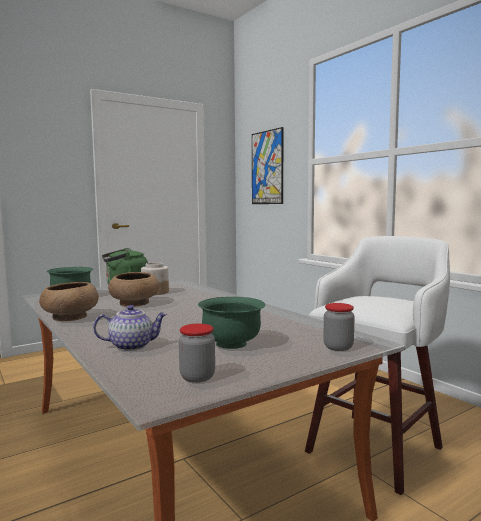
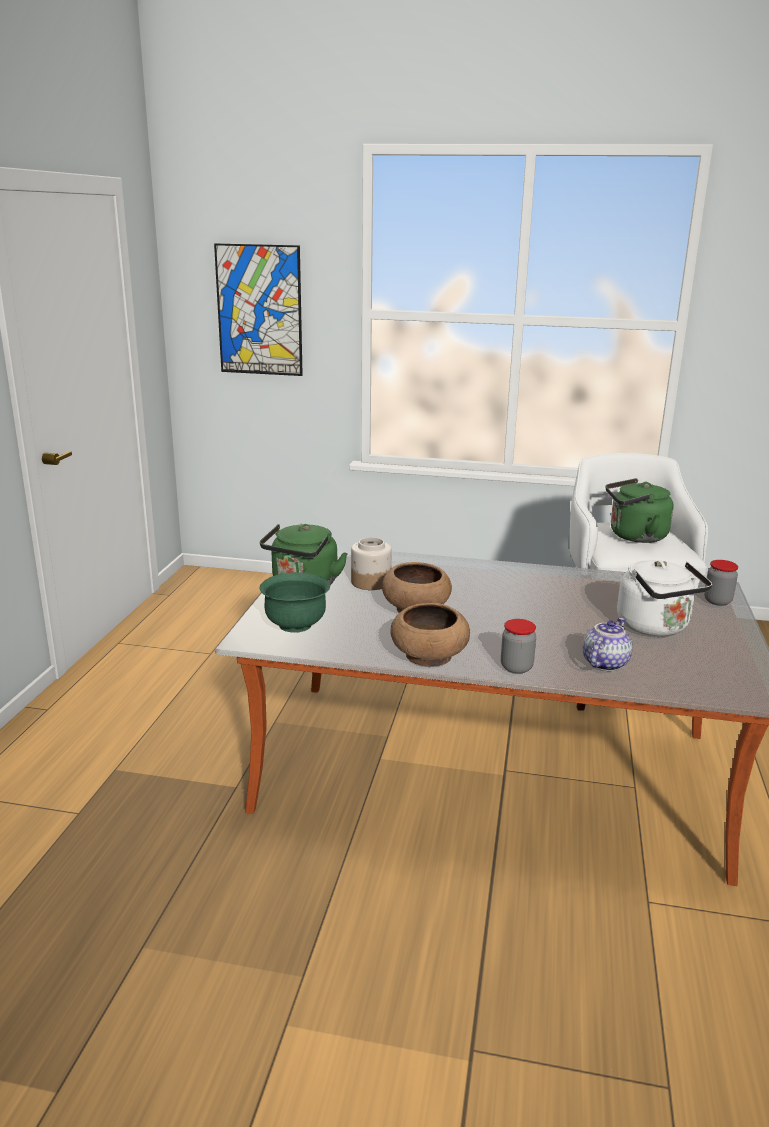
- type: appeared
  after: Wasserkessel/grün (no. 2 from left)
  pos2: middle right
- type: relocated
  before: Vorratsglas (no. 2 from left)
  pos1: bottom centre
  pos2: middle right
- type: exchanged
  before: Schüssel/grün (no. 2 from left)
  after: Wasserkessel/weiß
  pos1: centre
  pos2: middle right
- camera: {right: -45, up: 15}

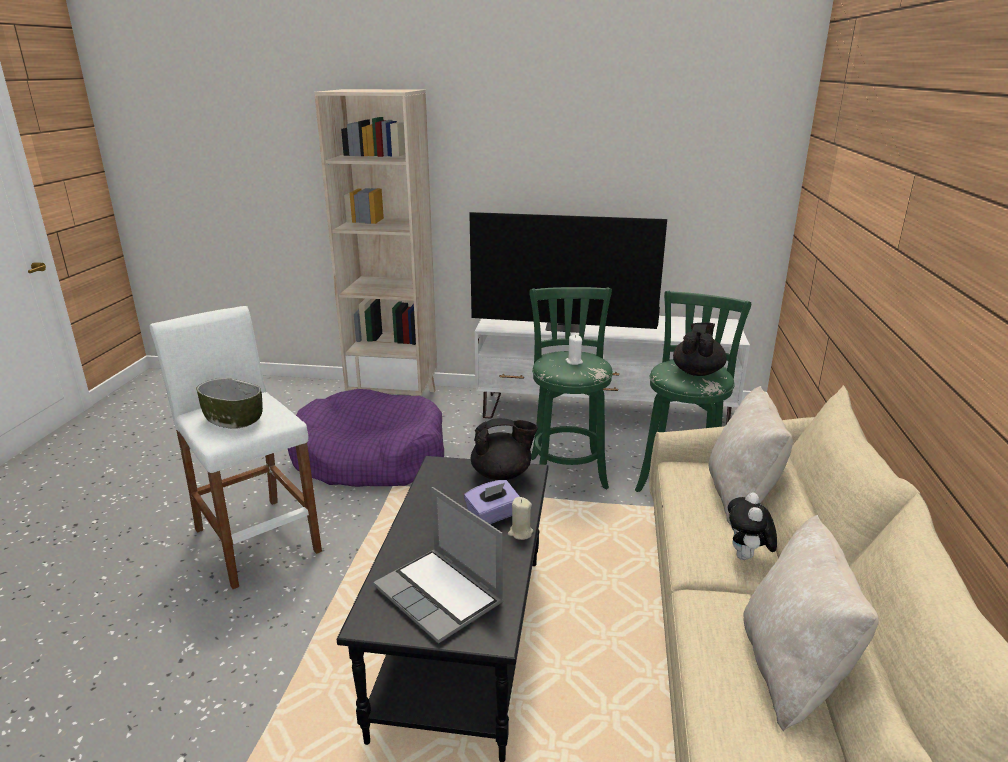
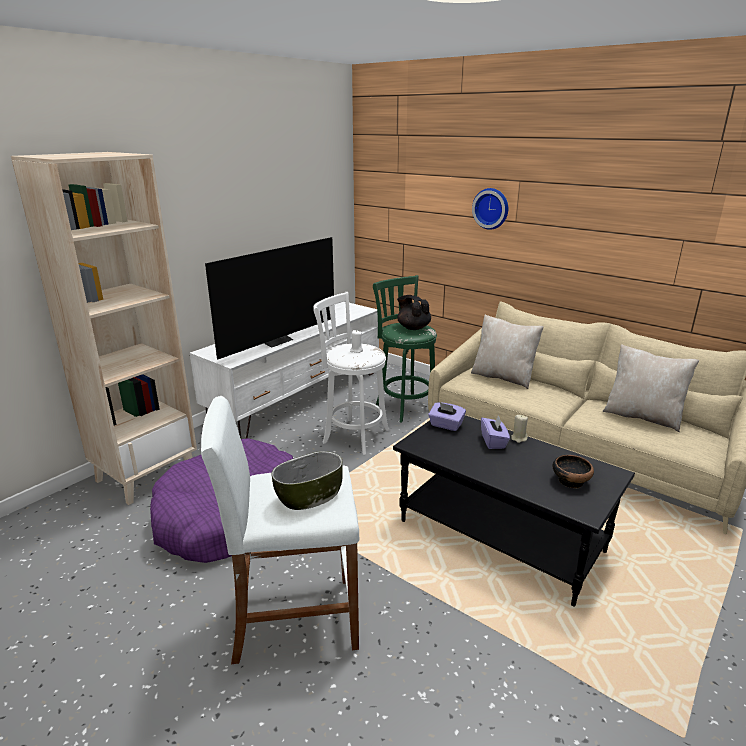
- type: missing
  before: Plüschtier
  pos1: bottom right
- type: appeared
  after: Wanduhr
  pos2: top centre
- type: exchanged
  before: Laptop
  after: Schüssel (no. 2 from left)
  pos1: bottom centre
  pos2: middle right
- type: exchanged
  before: Teekanne/schwarz (no. 1 from left)
  after: Taschentuchbox/lila (no. 1 from left)
  pos1: centre
  pos2: centre
- type: colour
  before: Hocker/grün (no. 1 from left)
  after: Hocker/weiß (no. 2 from left)
  pos1: centre
  pos2: centre
- camera: {right: -60, up: 0}

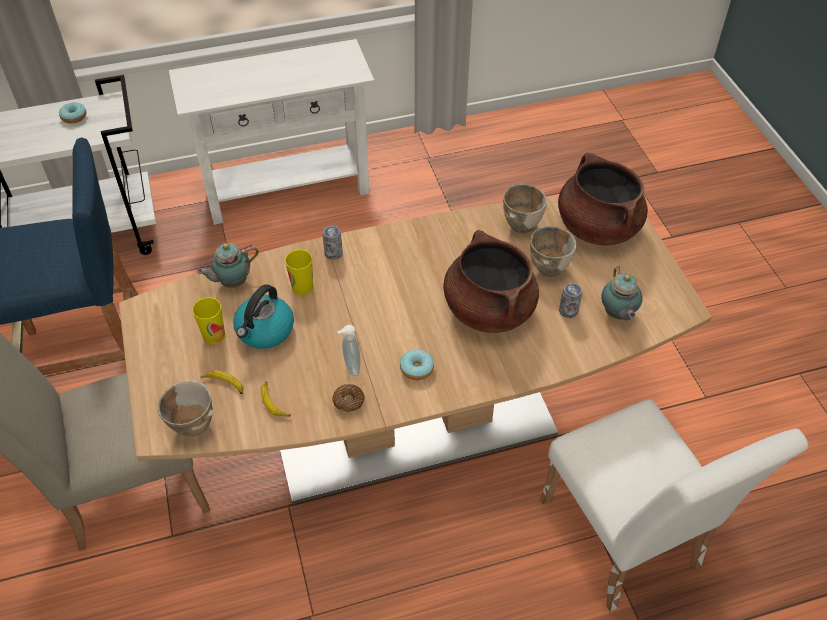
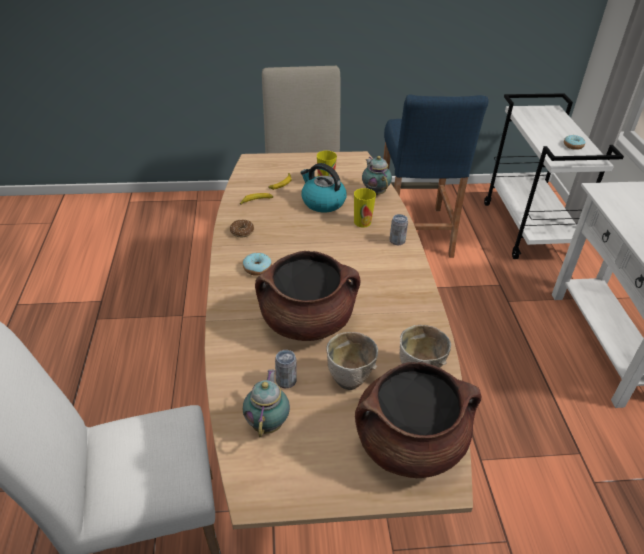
- type: missing
  before: Schüssel (no. 1 from left)
  pos1: middle left
- type: missing
  before: Seifenspender
  pos1: centre
- type: spun
  before: Teekanne (no. 2 from left in the first image)
  pos1: middle right
  pos2: bottom centre
  turn: 90
- camera: {right: 100, up: -10}

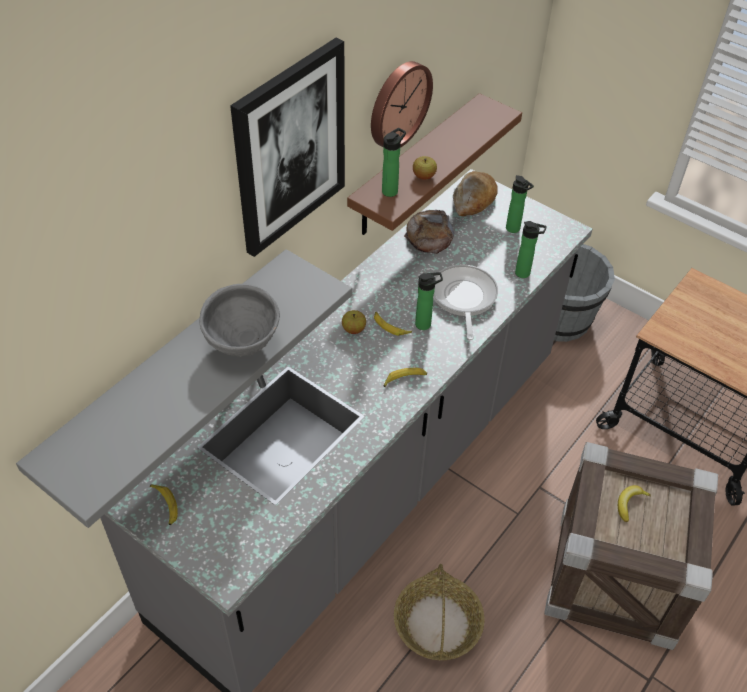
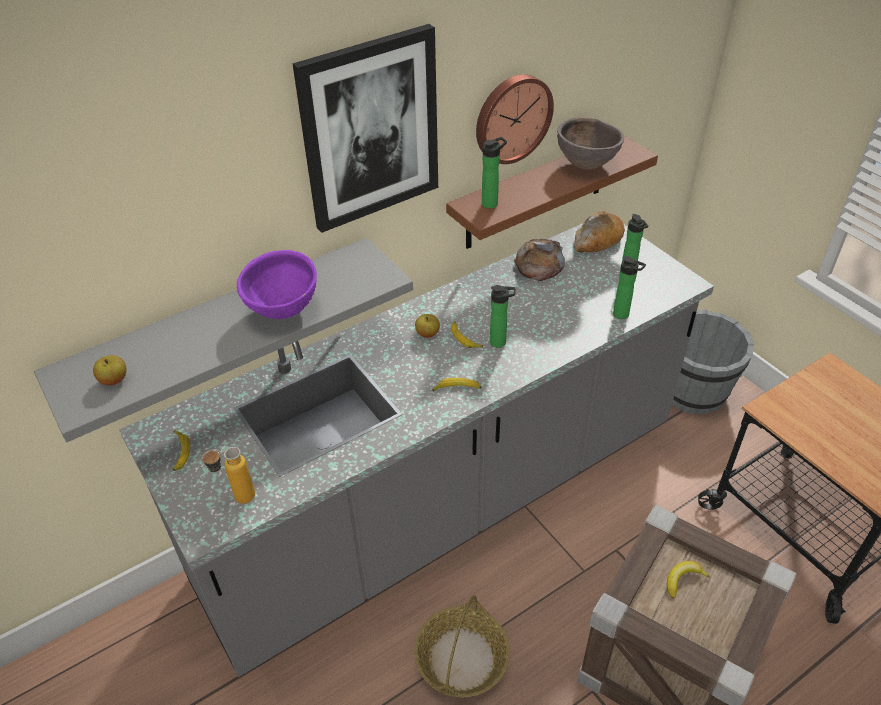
- type: missing
  before: Pfanne
  pos1: centre
- type: appeared
  after: Flasche (no. 1 from left)
  pos2: bottom left
- type: appeared
  after: Schüssel/braun
  pos2: top right
- type: relocated
  before: Apfel (no. 2 from left in the first image)
  after: Apfel (no. 1 from left)
  pos1: top centre
  pos2: middle left
- type: colour
  before: Schüssel/grau
  after: Schüssel/lila
  pos1: middle left
  pos2: middle left
- camera: {right: 20, up: -5}

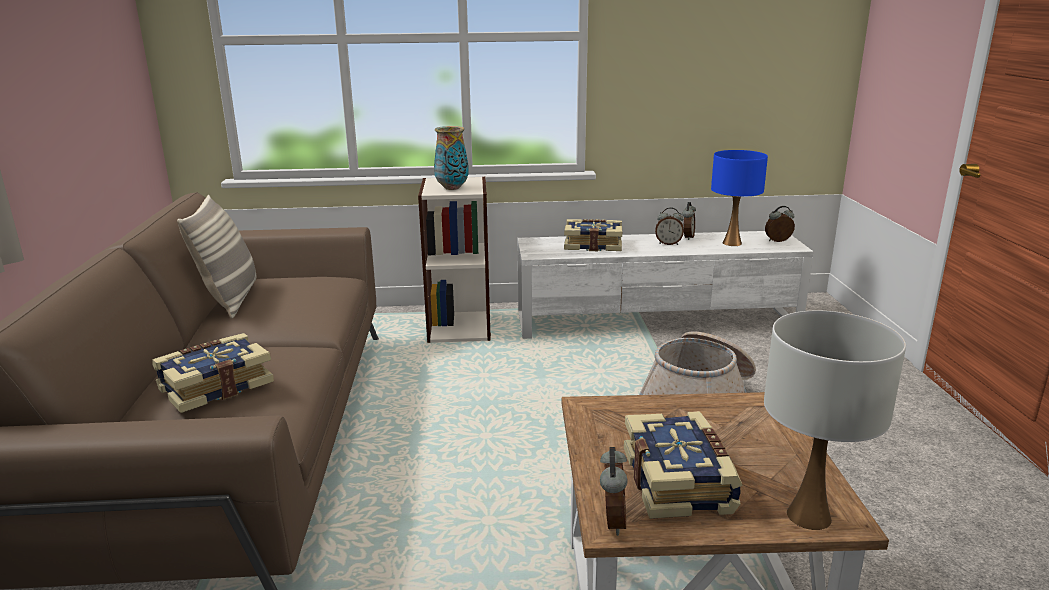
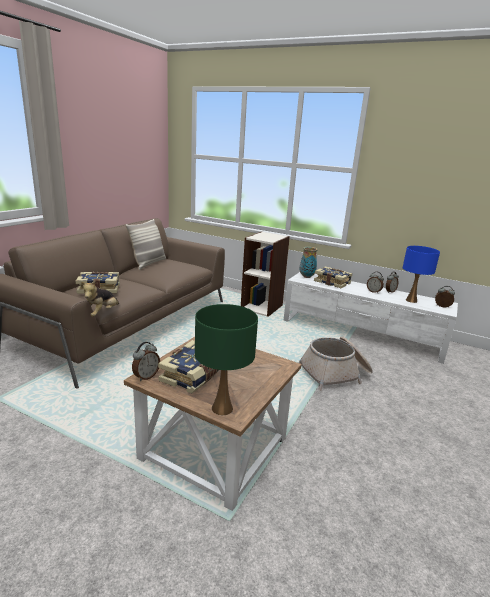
- type: appeared
  after: Plüschtier
  pos2: middle left
- type: relocated
  before: Vase
  pos1: top centre
  pos2: centre
- type: colour
  before: Tischlampe/weiß
  after: Tischlampe/grün
  pos1: bottom right
  pos2: centre
- camera: {right: 30, up: 0}

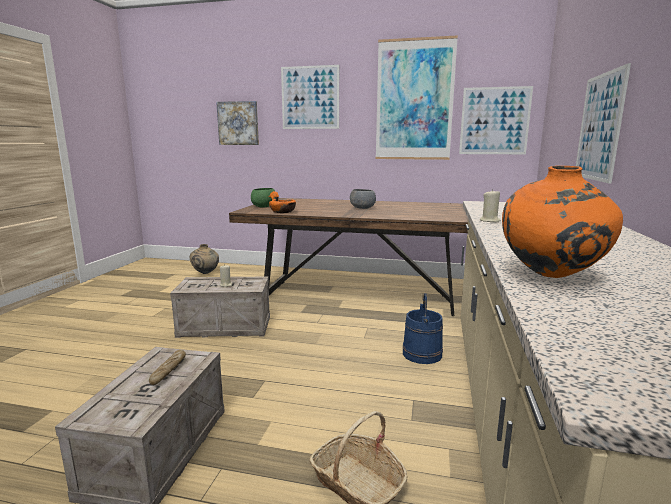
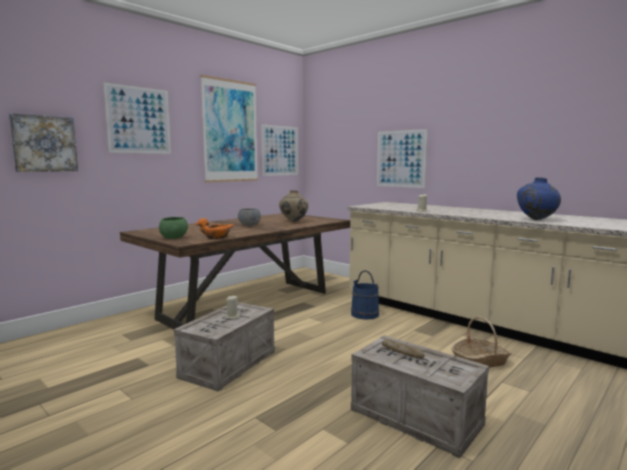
- type: relocated
  before: Vase/beige
  pos1: middle left
  pos2: centre
- type: colour
  before: Vase/orange
  after: Vase/blau
  pos1: middle right
  pos2: middle right
- camera: {right: -60, up: -5}

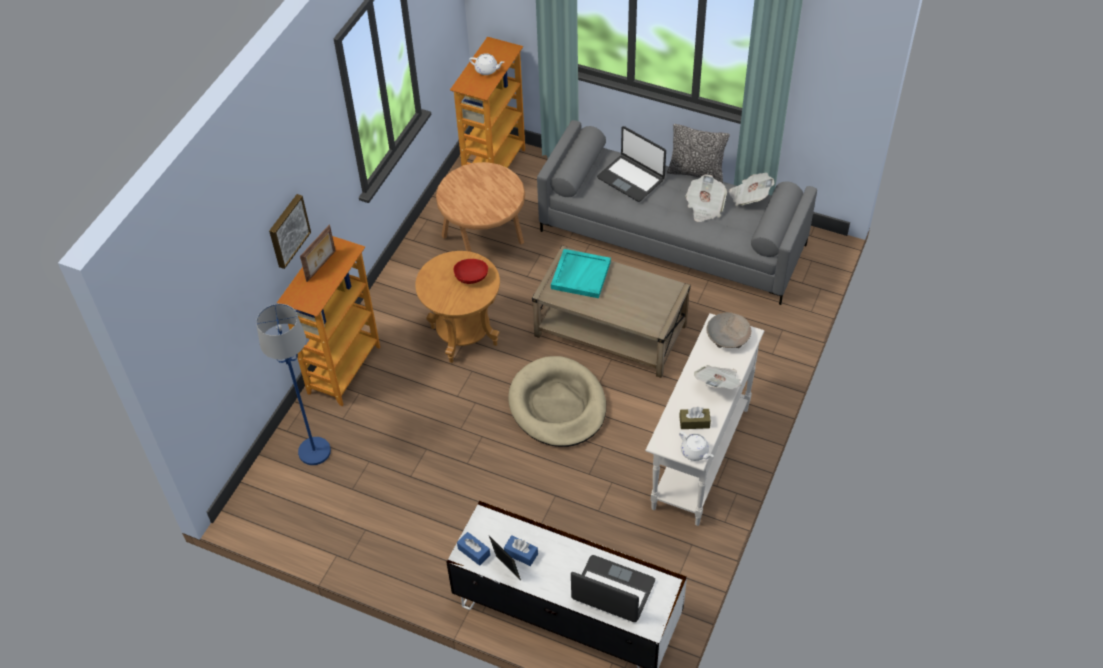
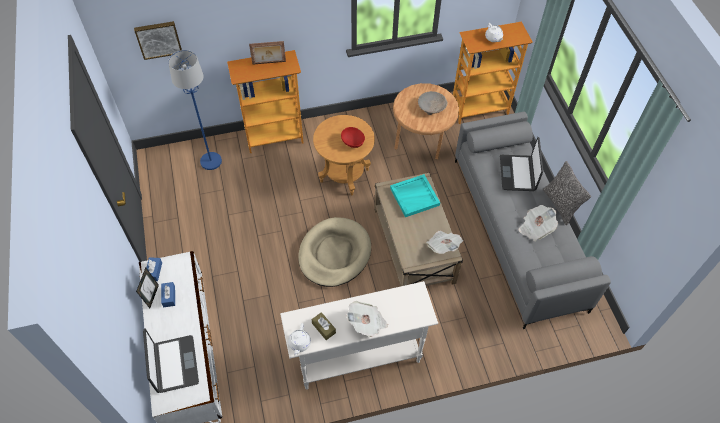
- type: relocated
  before: Bild
  pos1: middle left
  pos2: top left
- type: relocated
  before: Schüssel/beige
  pos1: centre
  pos2: top centre
- type: relocated
  before: Zeitung (no. 3 from left in the first image)
  after: Zeitung (no. 2 from left)
  pos1: top right
  pos2: centre
- camera: {right: 50, up: 5}

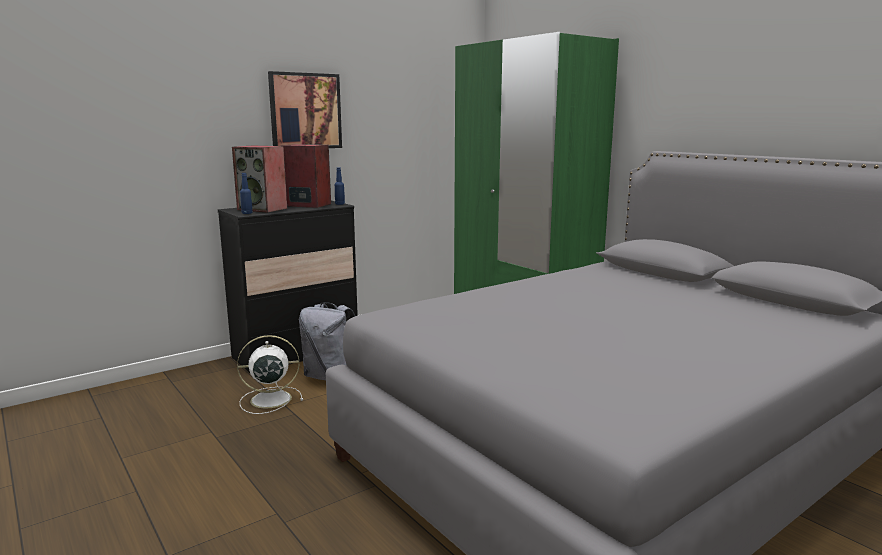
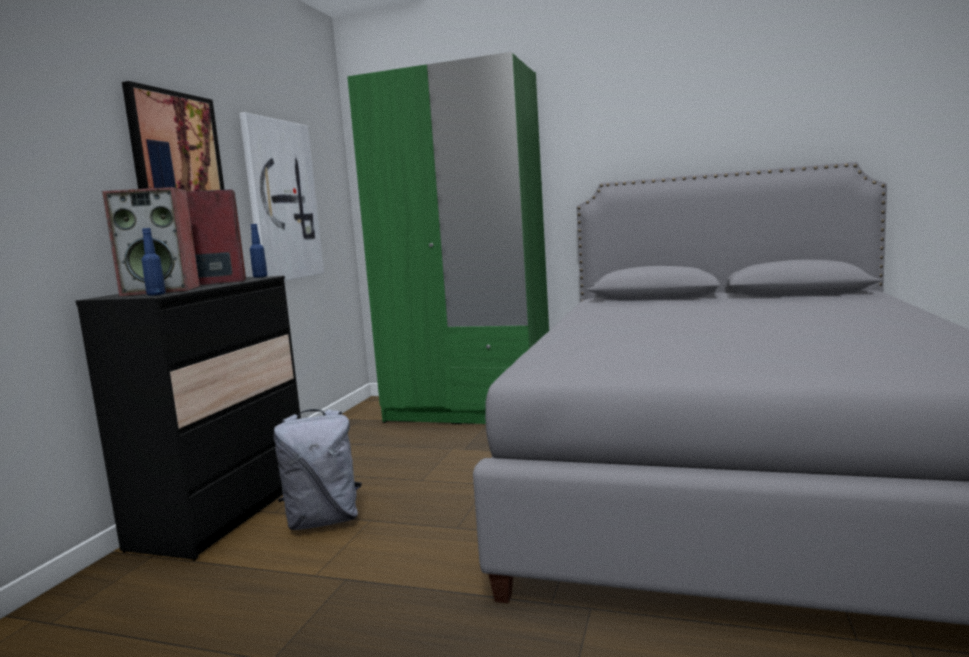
- type: missing
  before: Ventilator/weiß
  pos1: bottom left
- type: appeared
  after: Bild (no. 2 from left)
  pos2: top left
- camera: {right: -35, up: -5}

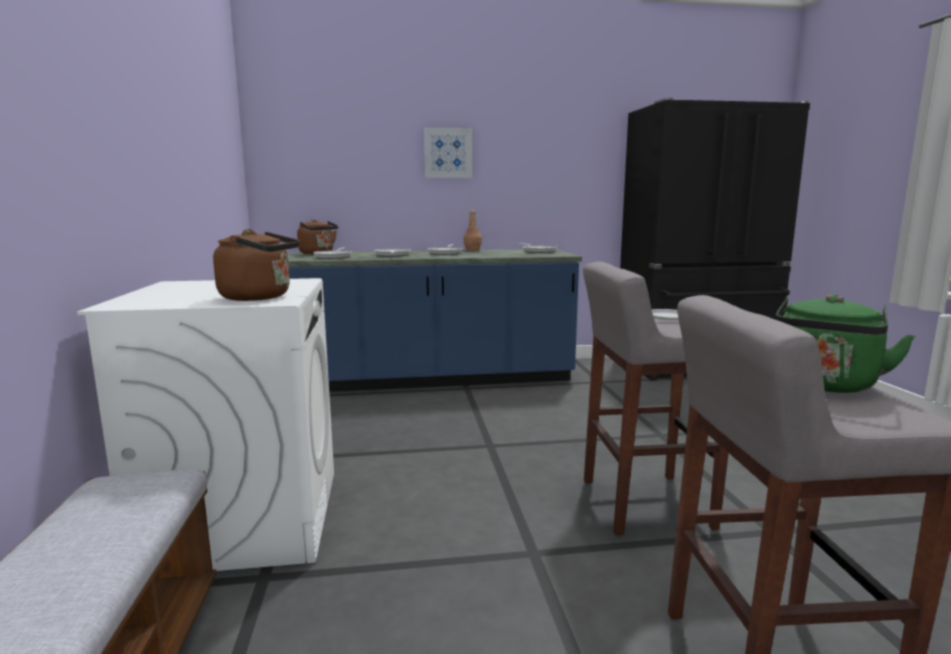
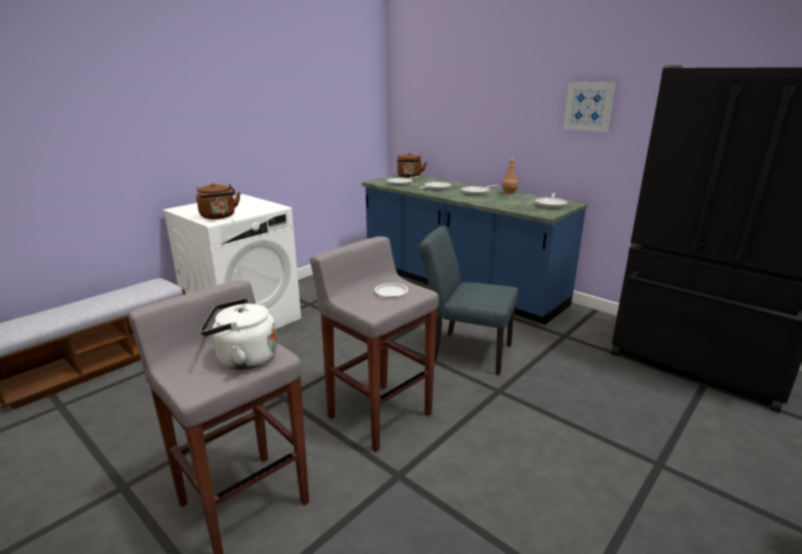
- type: appeared
  after: Stuhl/grau
  pos2: centre
- type: relocated
  before: Bild
  pos1: top centre
  pos2: top right
- type: colour
  before: Wasserkessel/grün
  after: Wasserkessel/weiß
  pos1: middle right
  pos2: middle left
- camera: {right: 50, up: 10}

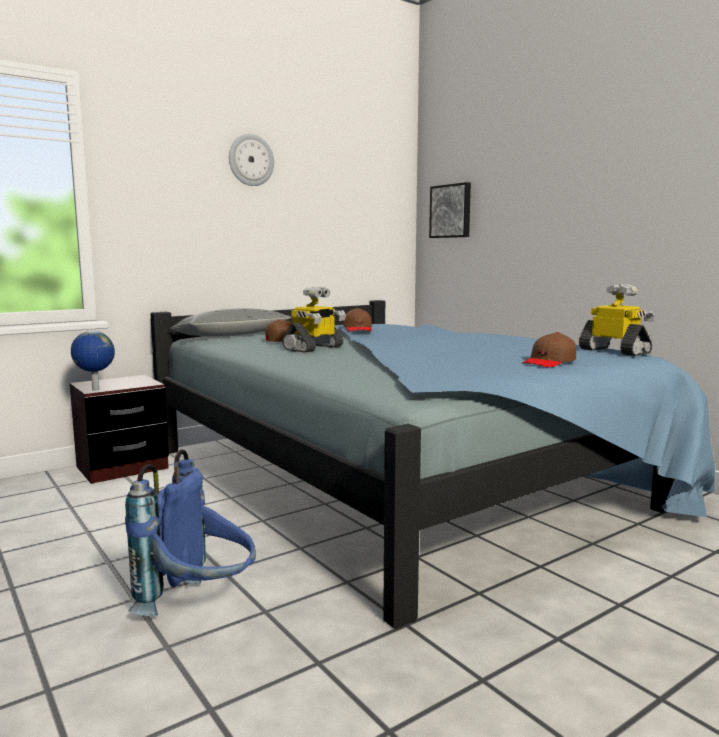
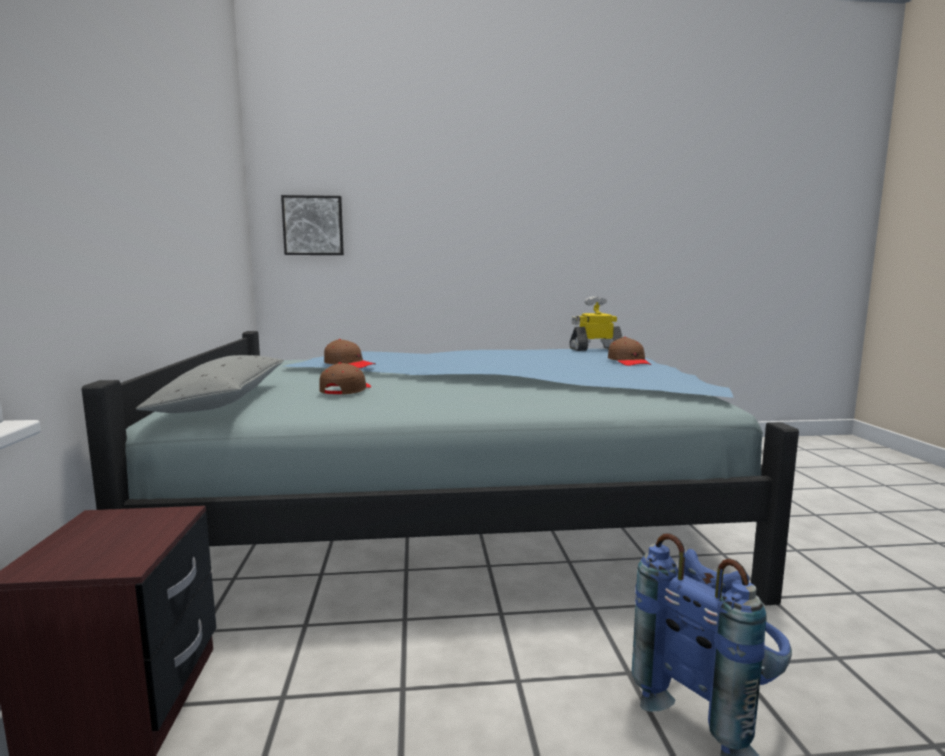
- type: missing
  before: Globus
  pos1: middle left
- type: missing
  before: Wanduhr
  pos1: top centre
- type: missing
  before: Spielzeugroboter (no. 1 from left)
  pos1: centre
- camera: {right: -60, up: 0}

